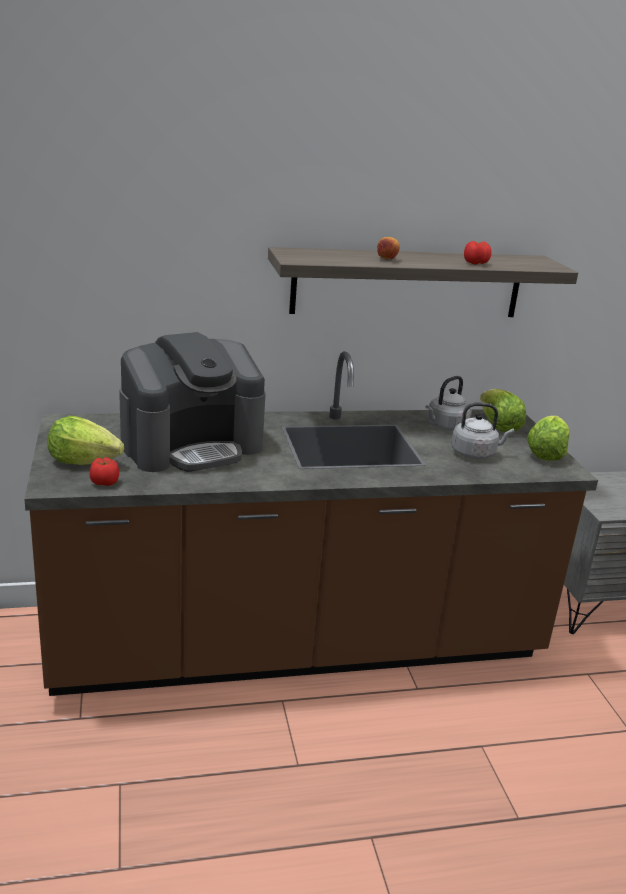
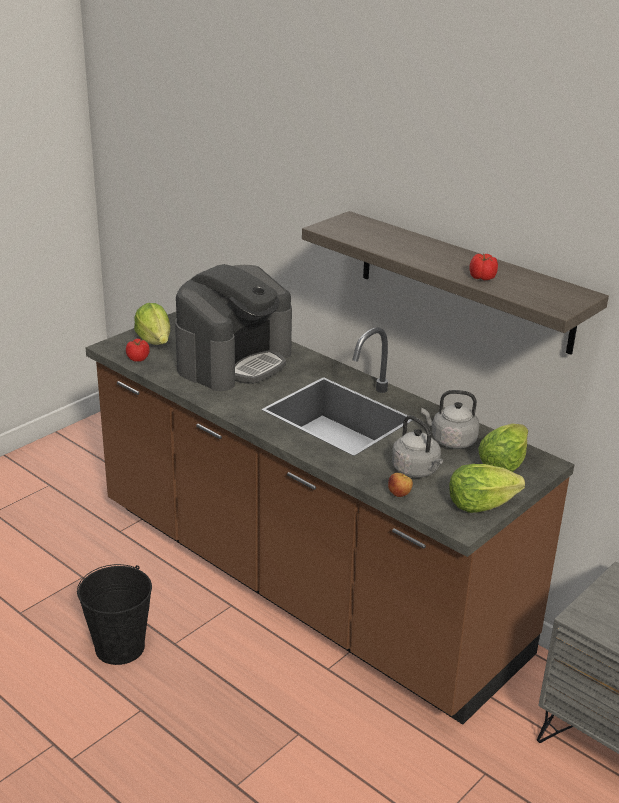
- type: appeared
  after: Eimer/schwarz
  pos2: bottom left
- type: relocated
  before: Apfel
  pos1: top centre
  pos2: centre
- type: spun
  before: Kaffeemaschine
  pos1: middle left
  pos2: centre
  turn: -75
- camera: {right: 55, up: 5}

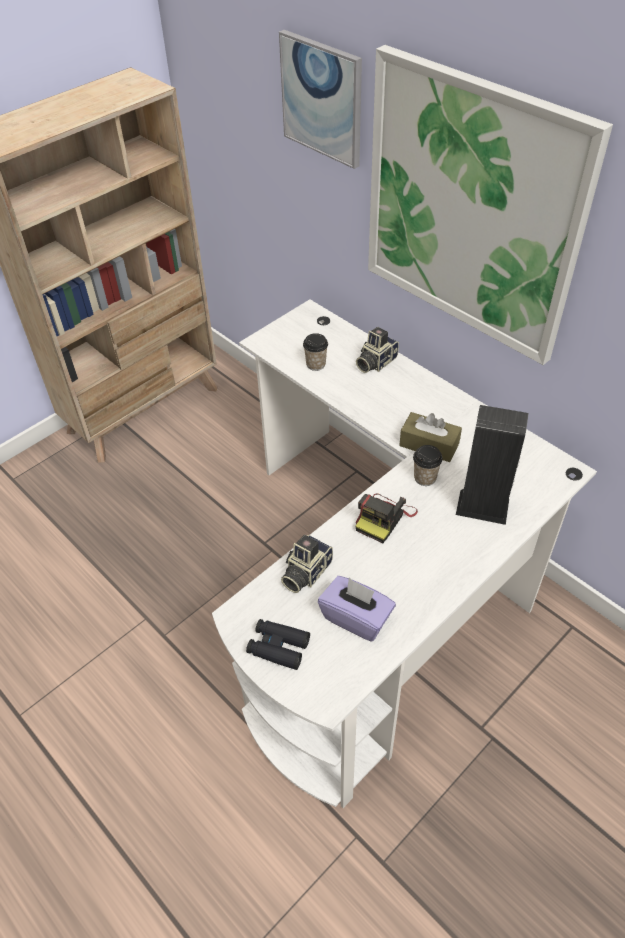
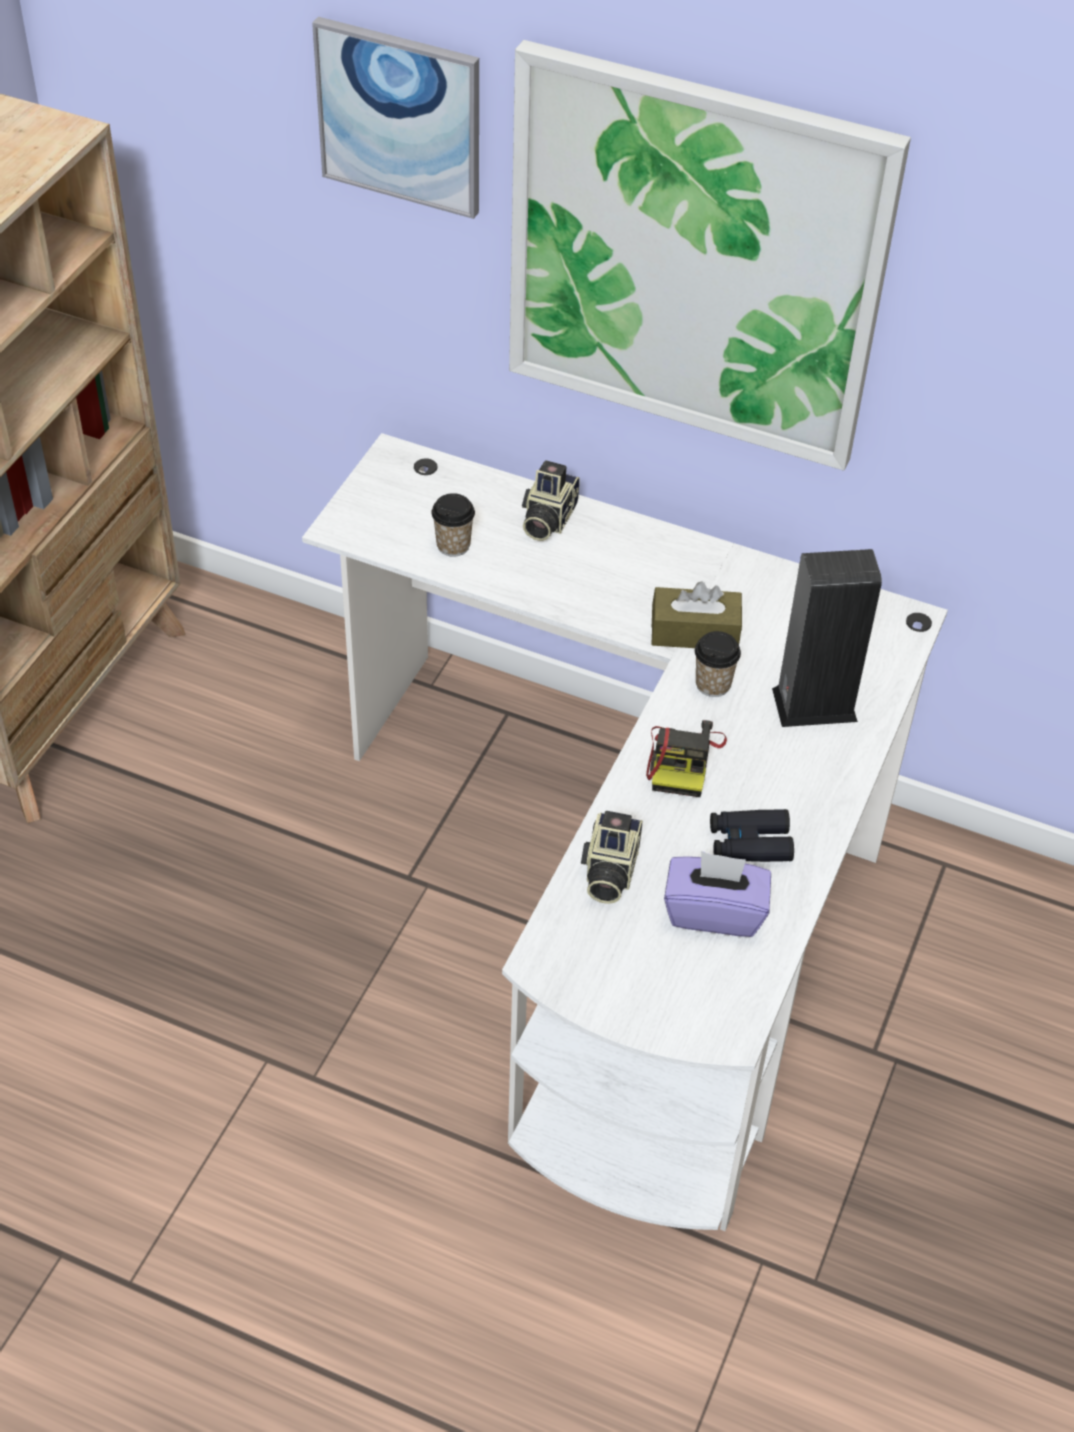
- type: relocated
  before: Fernglas/schwarz
  pos1: bottom centre
  pos2: middle right
- camera: {right: -25, up: 0}

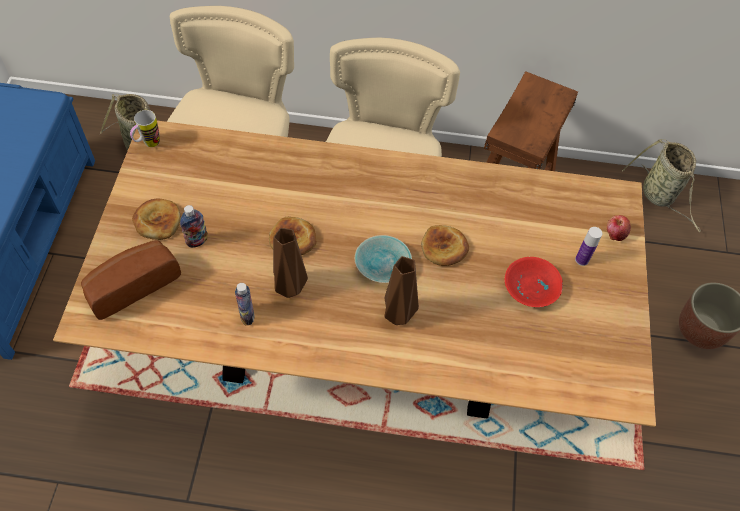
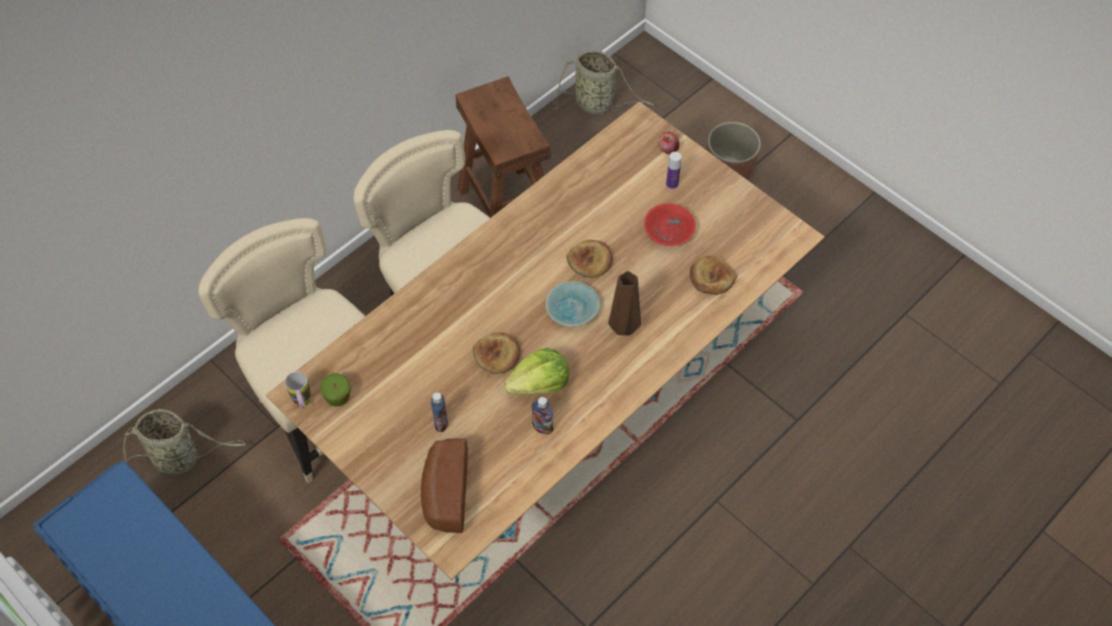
- type: appeared
  after: Apfel (no. 1 from left)
  pos2: middle left
- type: relocated
  before: Brot (no. 2 from left in the first image)
  after: Brot (no. 4 from left)
  pos1: middle left
  pos2: centre
- type: exchanged
  before: Vase/braun (no. 1 from left)
  after: Salatkopf
  pos1: centre
  pos2: centre
- camera: {right: -50, up: 0}

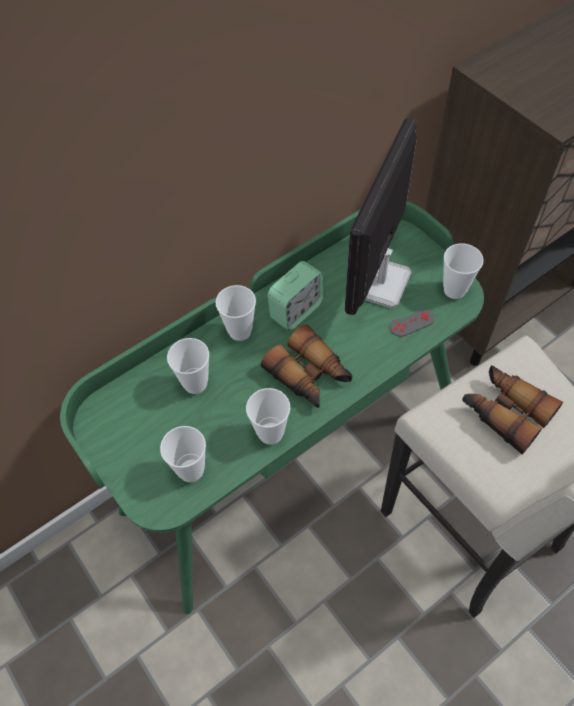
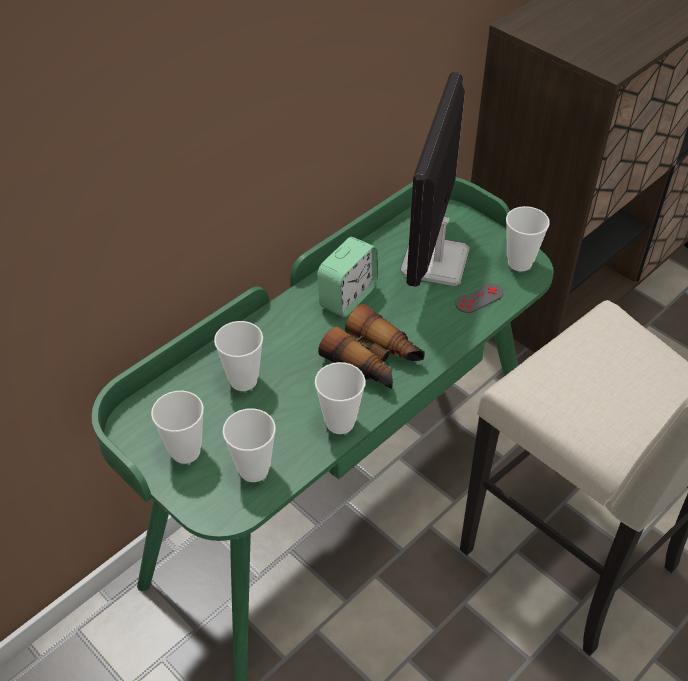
- type: missing
  before: Fernglas (no. 2 from left)
  pos1: middle right
- type: relocated
  before: Tasse (no. 3 from left in the first image)
  after: Tasse (no. 1 from left)
  pos1: centre
  pos2: middle left
- camera: {right: -10, up: -10}

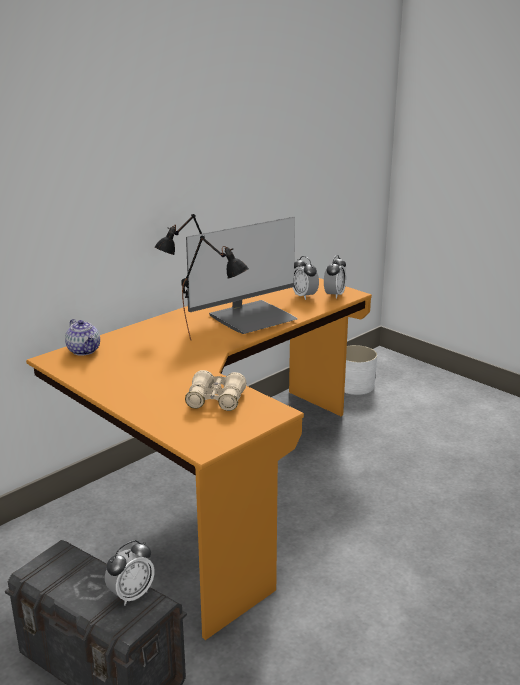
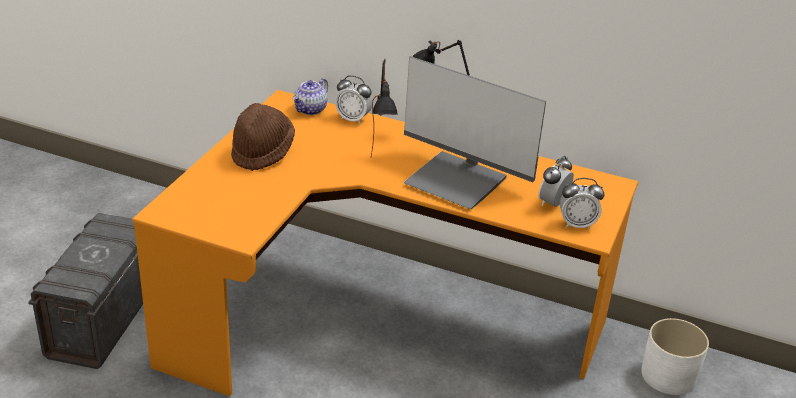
- type: missing
  before: Fernglas/beige
  pos1: centre
- type: appeared
  after: Hut/braun
  pos2: middle left
- type: relocated
  before: Wecker (no. 1 from left)
  pos1: bottom left
  pos2: top centre
- camera: {right: 65, up: 10}

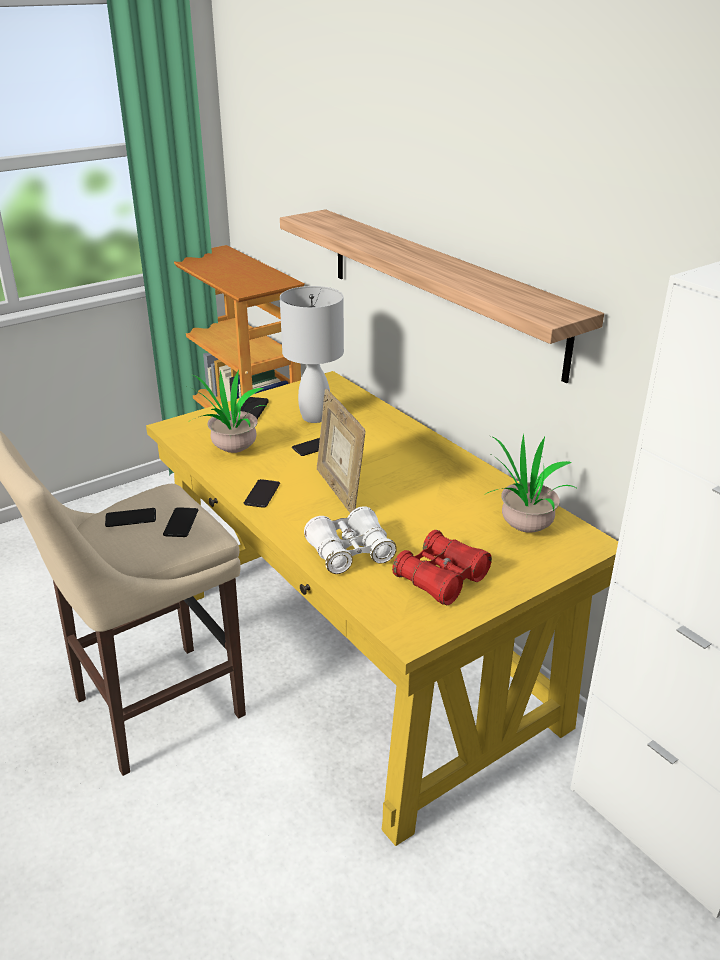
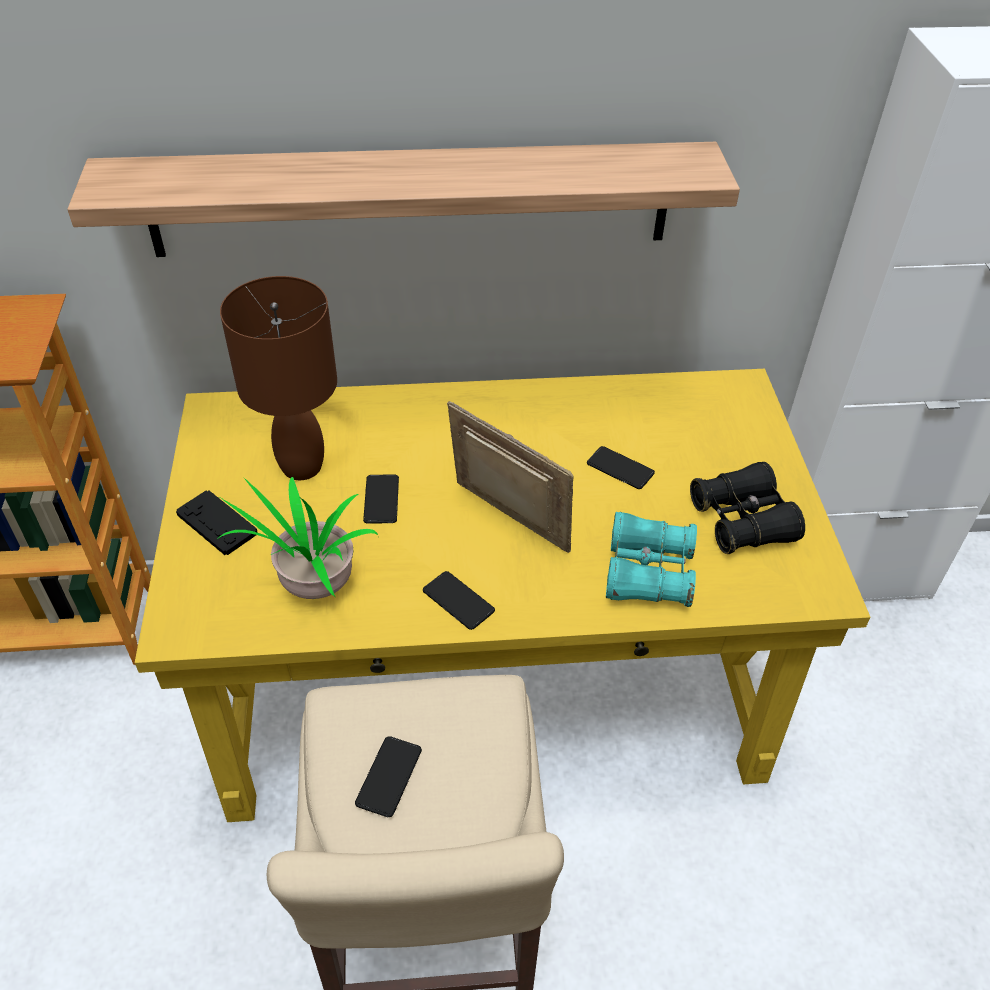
- type: missing
  before: Topfpflanze (no. 2 from left)
  pos1: middle right
- type: relocated
  before: Handy (no. 2 from left in the first image)
  after: Handy (no. 4 from left)
  pos1: middle left
  pos2: centre
- type: colour
  before: Tischlampe/weiß
  after: Tischlampe/braun
  pos1: centre
  pos2: middle left
- type: colour
  before: Fernglas/weiß
  after: Fernglas/türkis
  pos1: centre
  pos2: centre
- type: colour
  before: Fernglas/rot
  after: Fernglas/schwarz
  pos1: centre
  pos2: middle right
- type: spun
  before: Bilderrahmen
  pos1: centre
  pos2: centre
  turn: -150
- camera: {right: -60, up: 15}

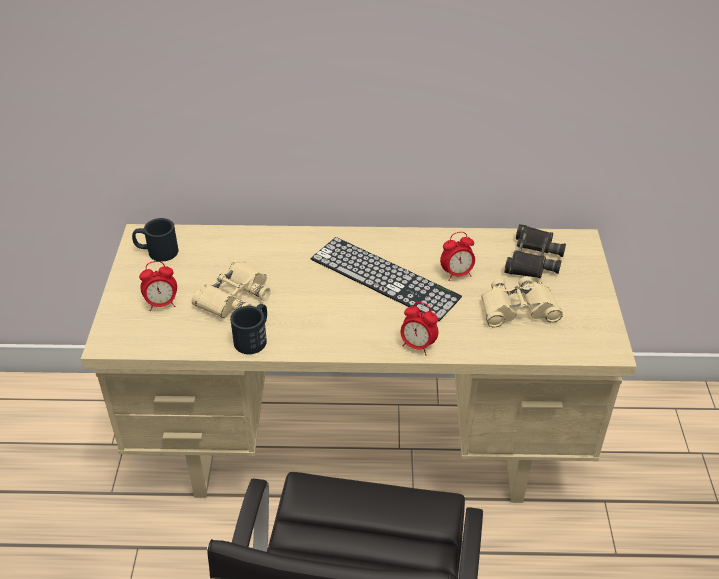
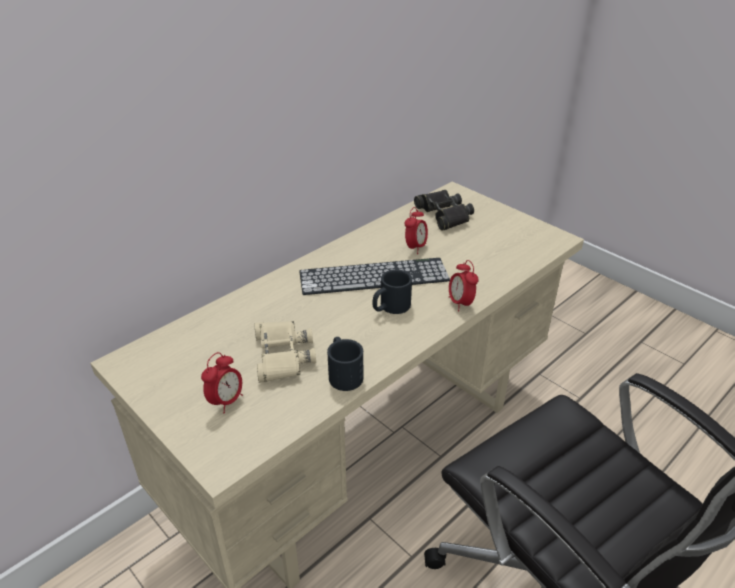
- type: missing
  before: Fernglas/beige (no. 2 from left)
  pos1: middle right
- type: relocated
  before: Henkelbecher/schwarz (no. 1 from left in the first image)
  after: Henkelbecher/schwarz (no. 2 from left)
  pos1: middle left
  pos2: centre
- type: spun
  before: Wecker (no. 2 from left in the first image)
  pos1: centre
  pos2: centre
  turn: 90
- camera: {right: -45, up: -5}

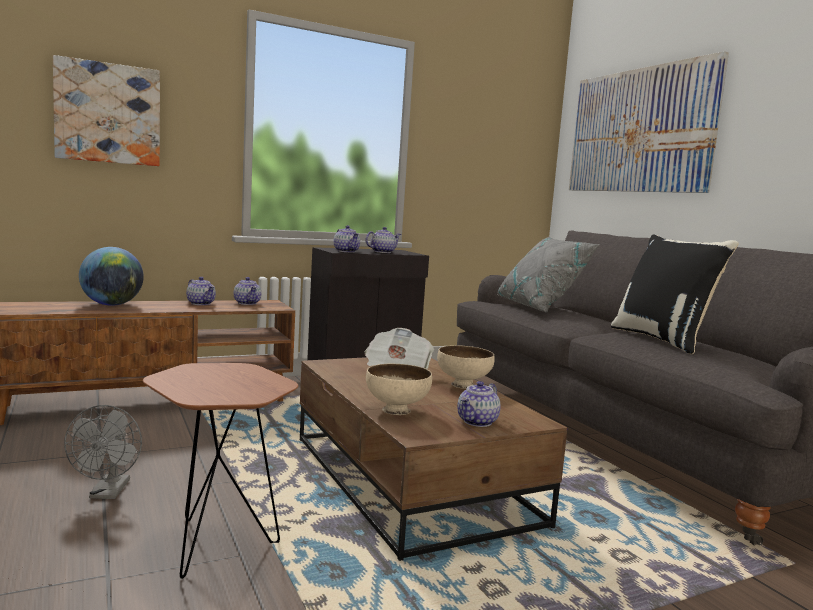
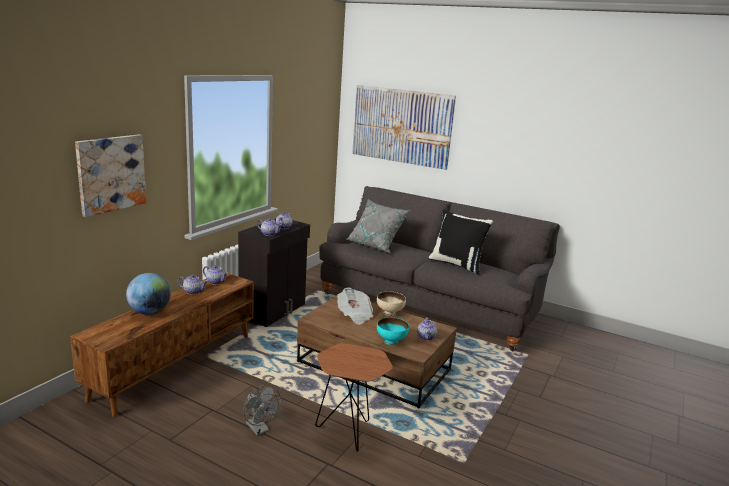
- type: colour
  before: Schüssel/beige (no. 1 from left)
  after: Schüssel/türkis
  pos1: centre
  pos2: bottom centre
- camera: {right: -35, up: 10}

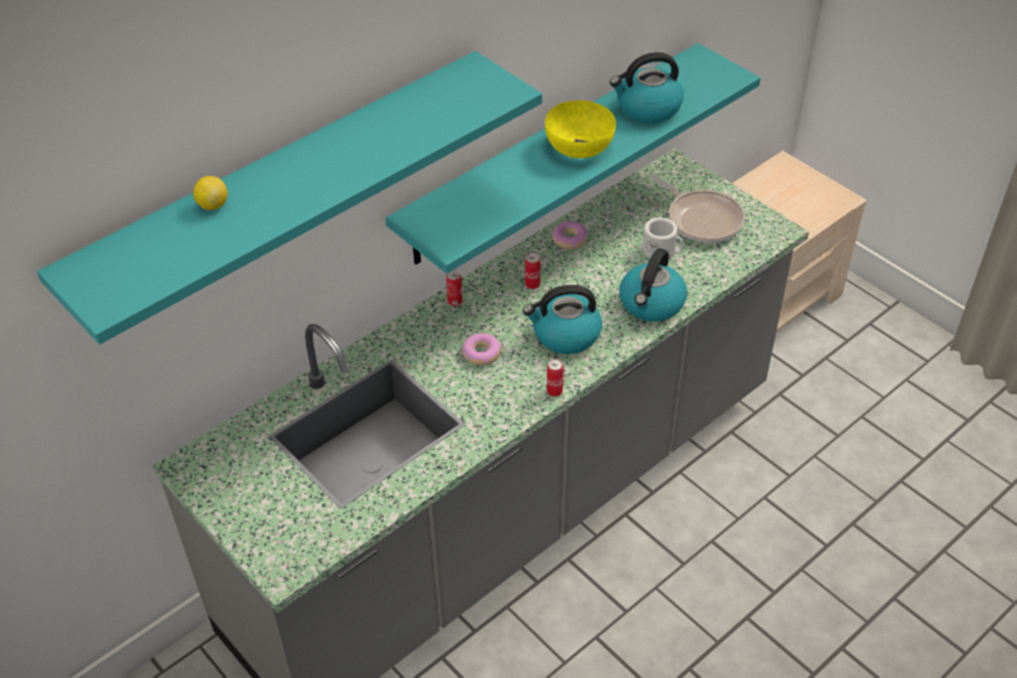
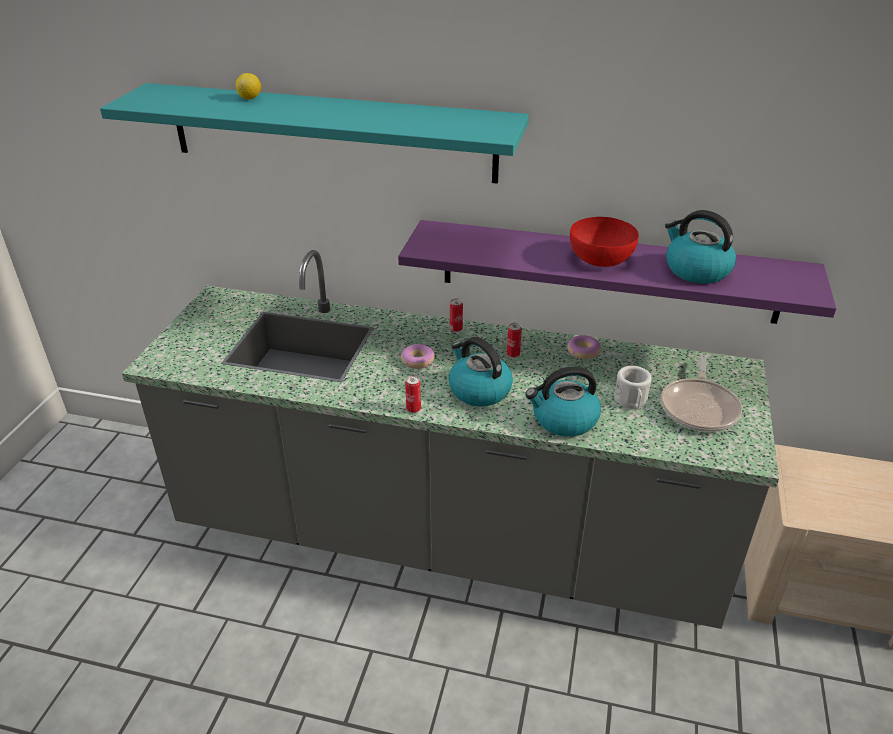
- type: colour
  before: Wandregal/türkis (no. 2 from left)
  after: Wandregal/lila
  pos1: top centre
  pos2: middle right
- type: colour
  before: Schüssel/gelb
  after: Schüssel/rot
  pos1: top centre
  pos2: top right
- camera: {right: 55, up: -10}

